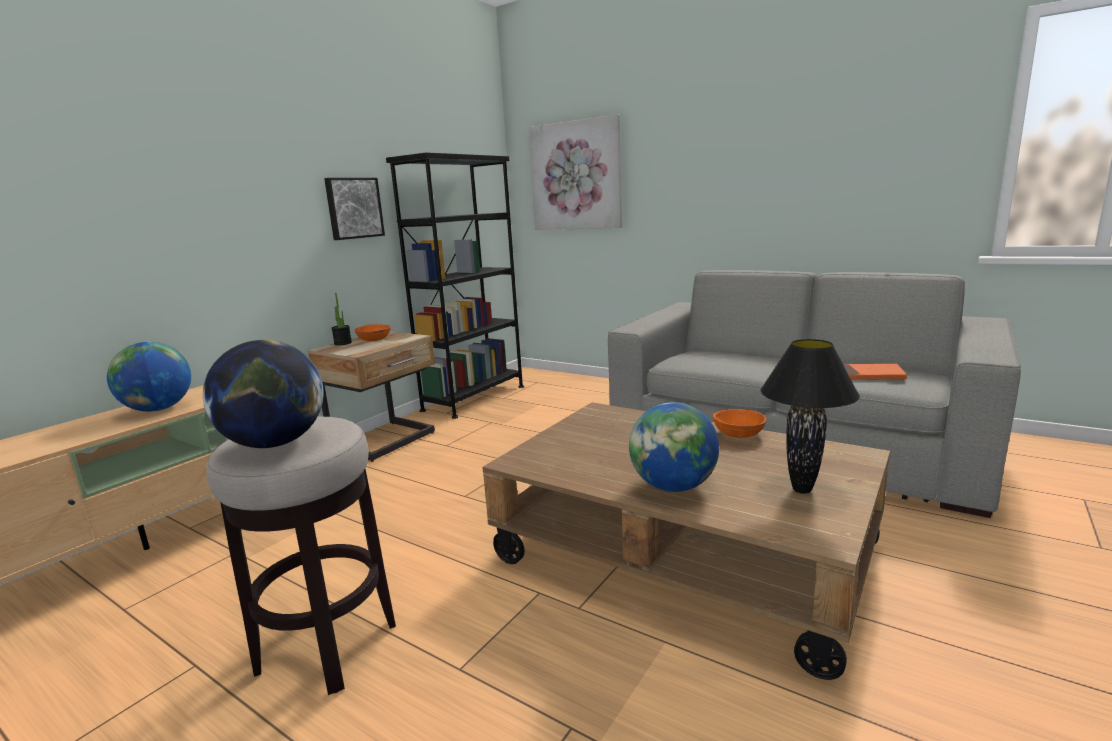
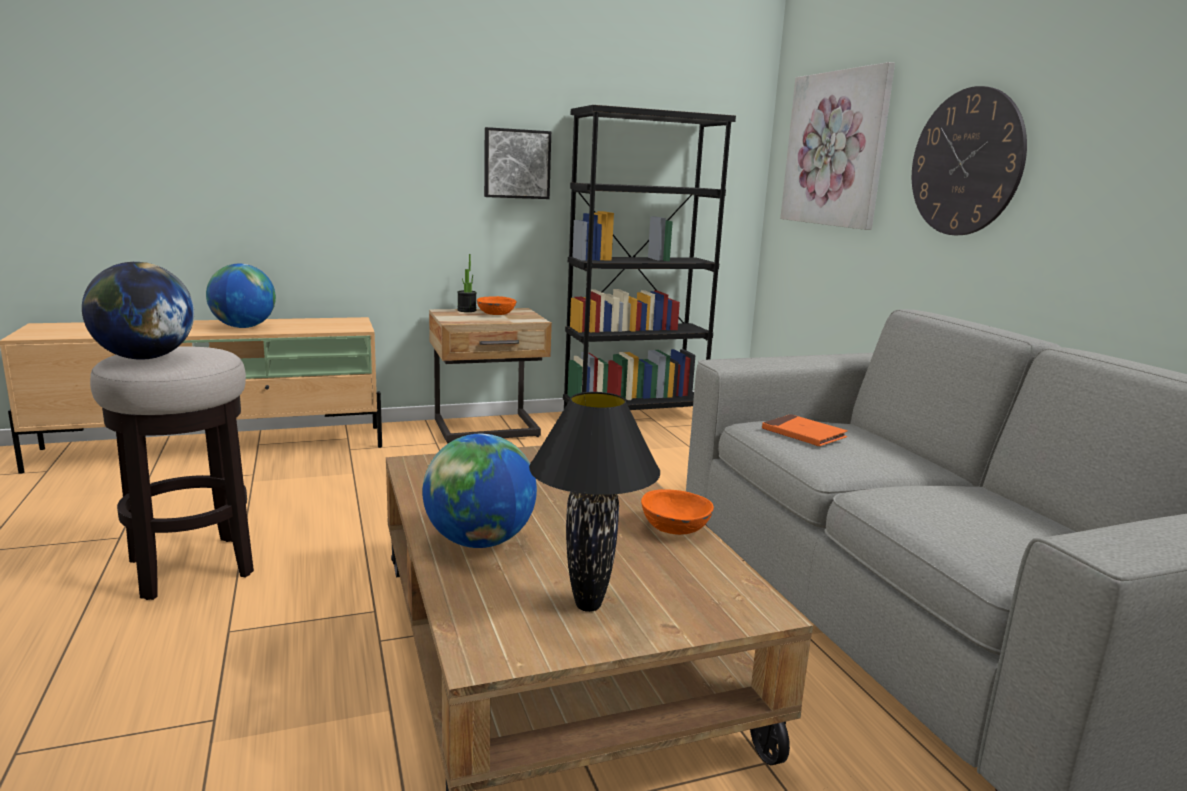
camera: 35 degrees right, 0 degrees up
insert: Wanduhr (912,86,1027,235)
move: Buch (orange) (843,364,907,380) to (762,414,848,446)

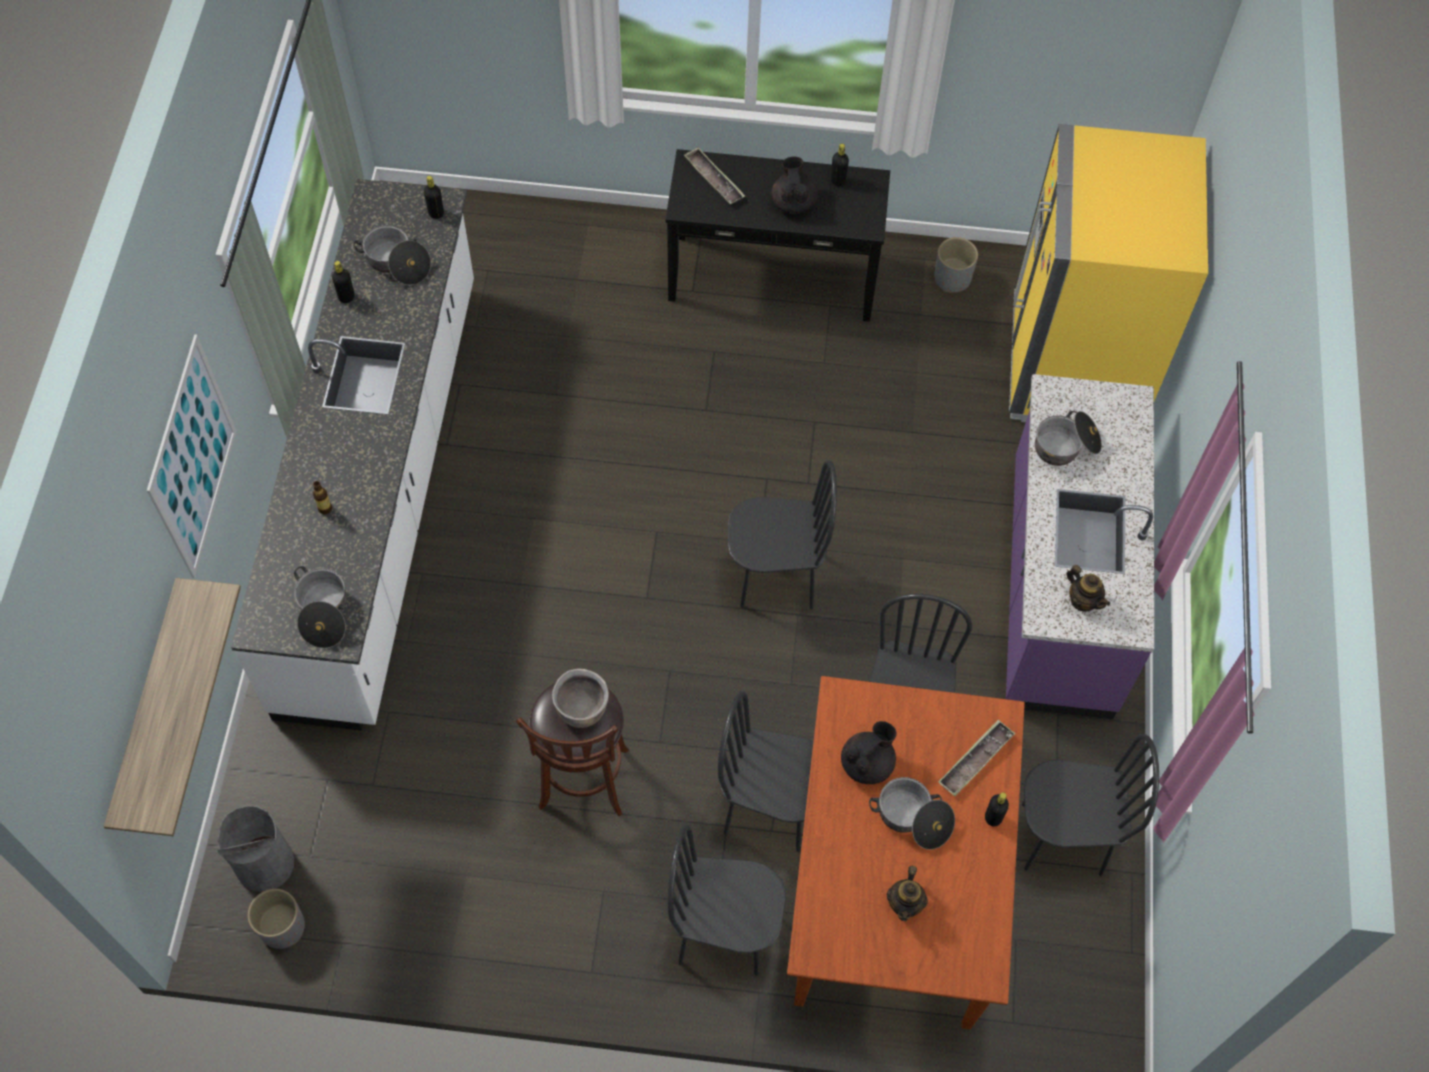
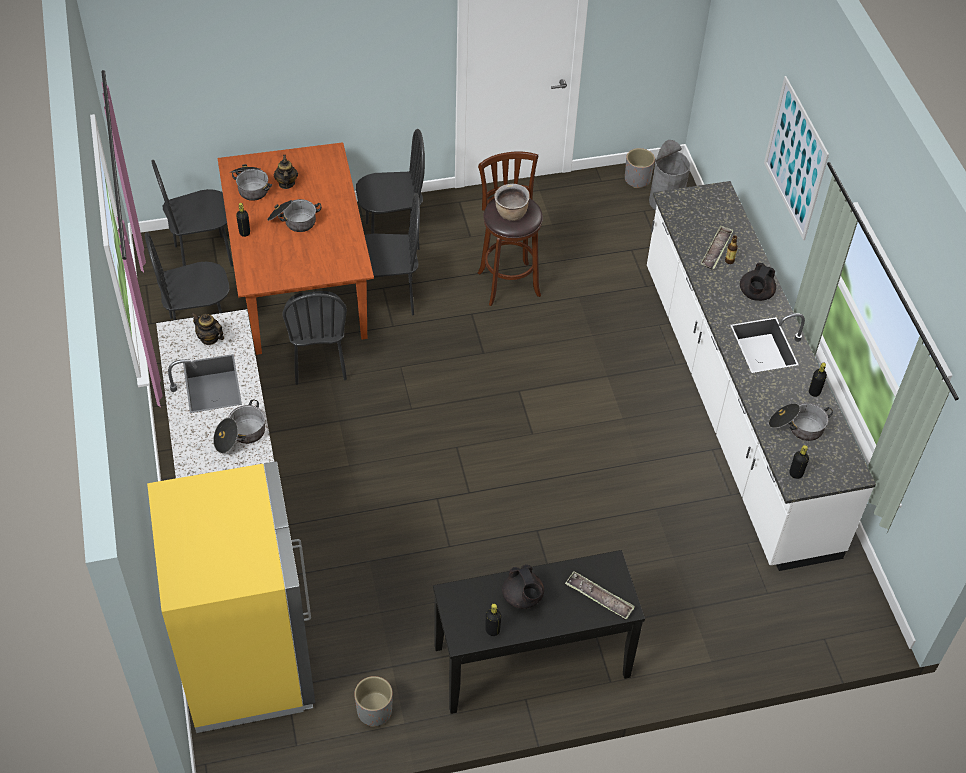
camera: 160 degrees right, 10 degrees down
delete: Wandregal (104,578,241,836)
move: Kochtopf (294,566,347,648) to (230,164,272,201); Stuhl (schwarz) (728,459,837,610) to (151,160,233,267); Teekanne (schwarz) (841,721,897,784) to (740,263,776,301); Tablett (938,720,1015,796) to (701,225,733,270)

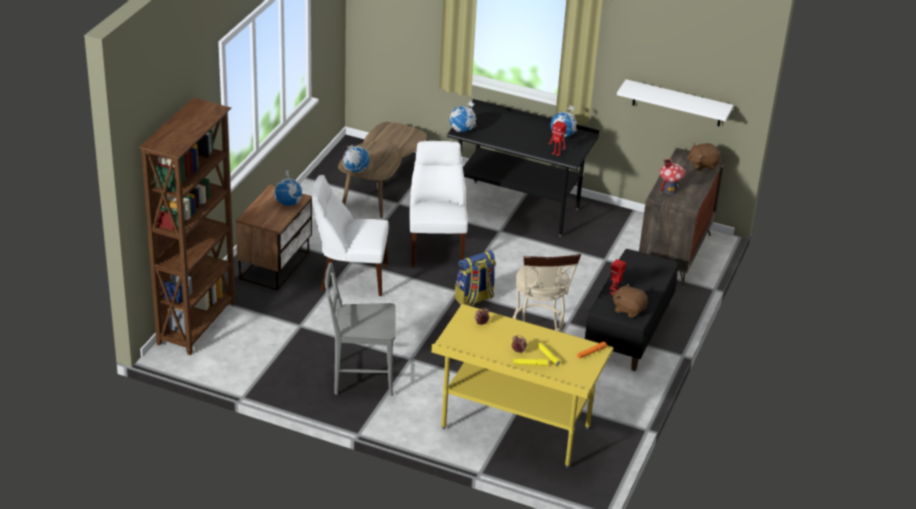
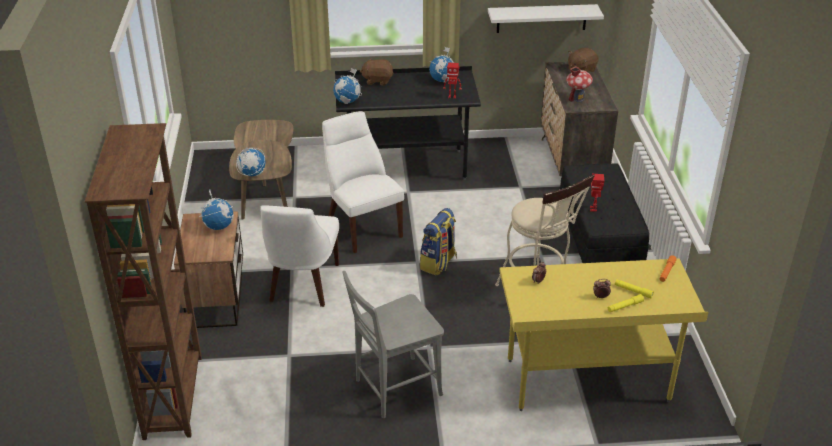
camera: 25 degrees left, 0 degrees up
move: Plüschtier (braun) (612,283,648,318) to (360,58,394,86)
rotate: Stuhl (weiß) (312,175,389,296) = (261,205,339,307) 60 degrees counterclockwise

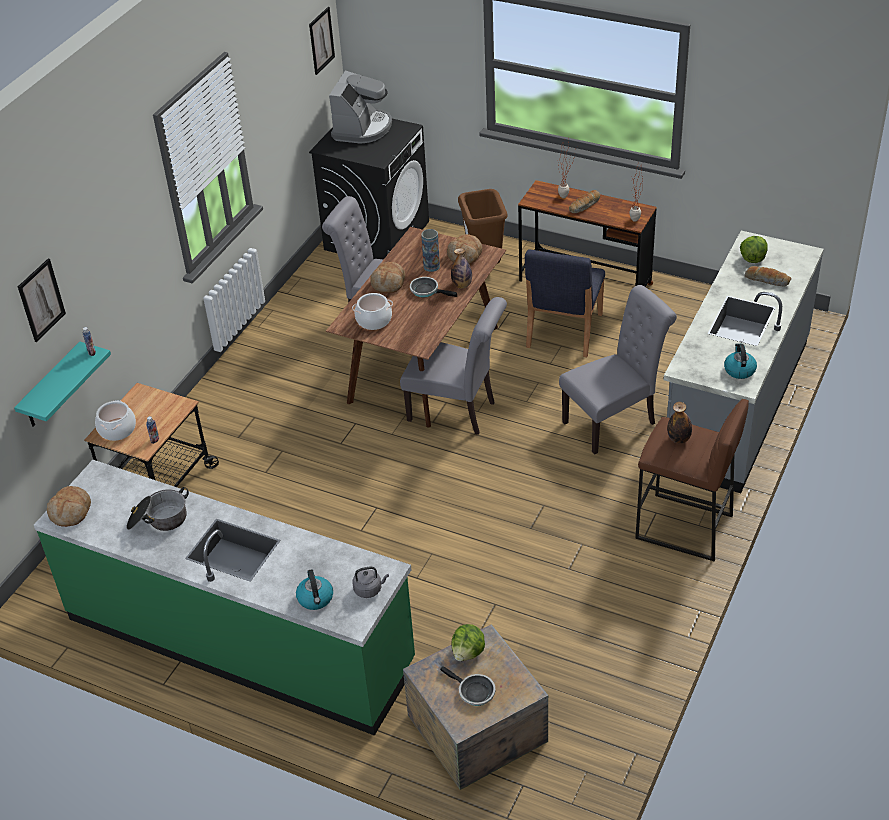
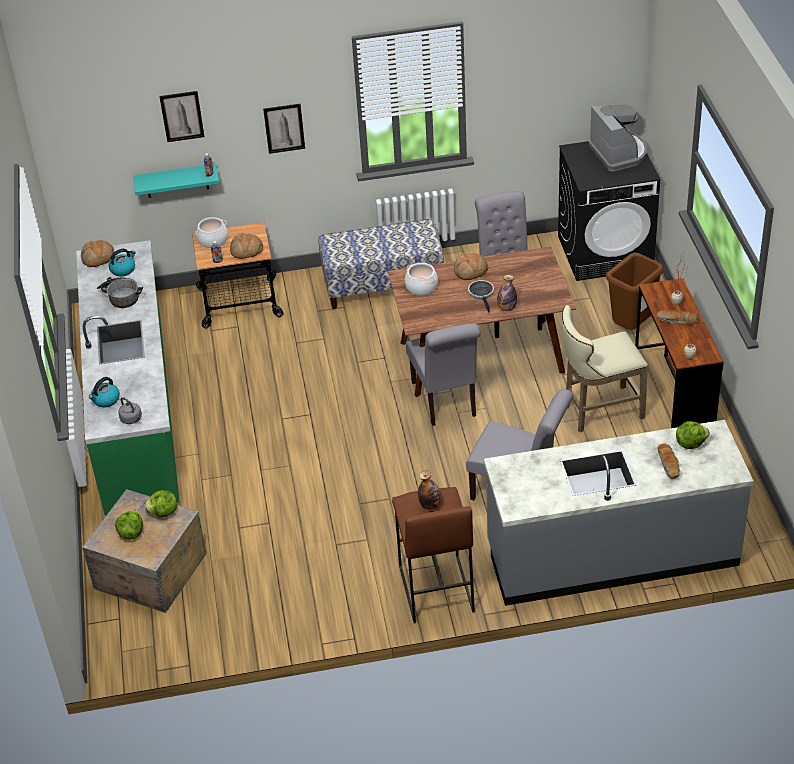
camera: 55 degrees right, 0 degrees up
delete: Vase (421,229,440,272)
insert: Bank (318,219,444,309)
move: Bild (309,7,335,75) to (263,104,305,154); Brot (447,234,482,264) to (230,233,263,259); Wasserkessel (724,343,757,379) to (109,249,136,277)
replace: Pfanne (440,666,495,706) to Salatkopf (115,510,143,540); Stuhl (blau) (525,249,605,357) to Hocker (beige) (561,305,648,433)
rotate: Kaffeemaschine (329,71,392,144) = (589,105,647,172) 90 degrees counterclockwise

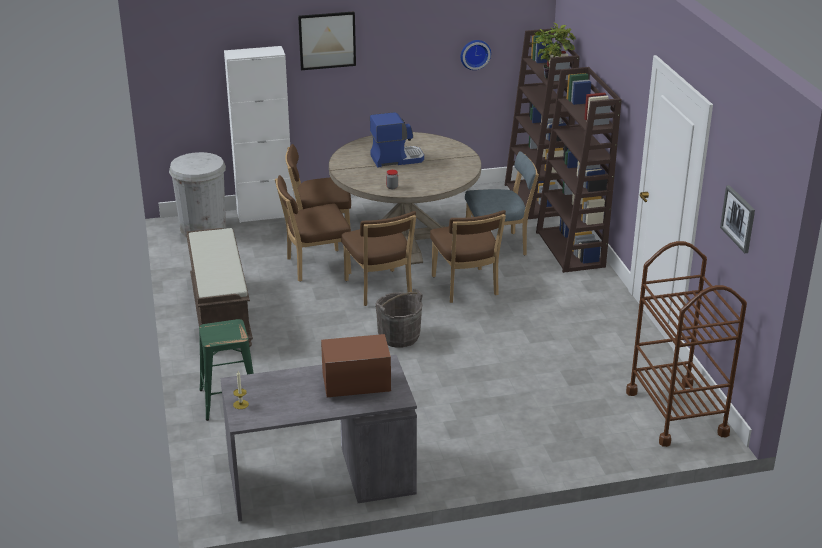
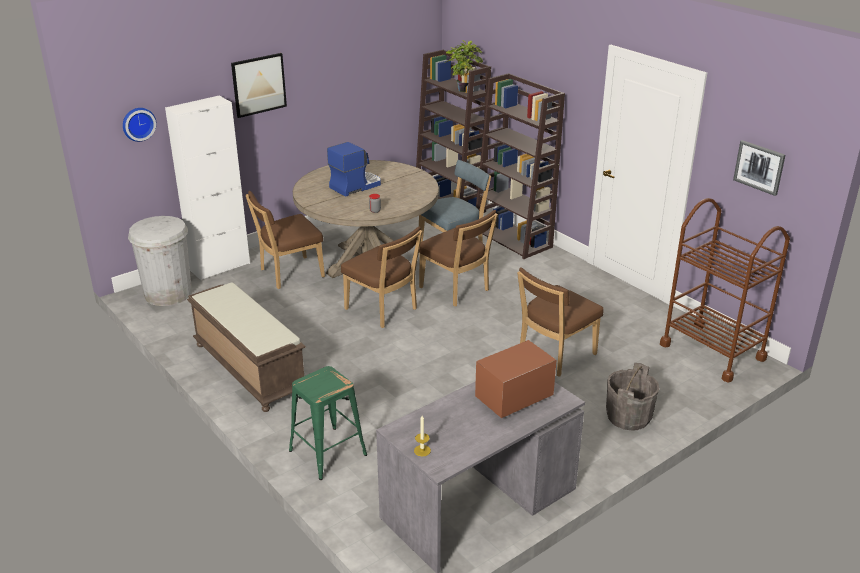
camera: 25 degrees left, 0 degrees up
move: Stuhl (braun) (275,175,351,282) to (517,267,604,377); Eimer (grau) (376,289,423,347) to (606,363,659,431); Wanduhr (461,40,491,70) to (123,108,157,142)

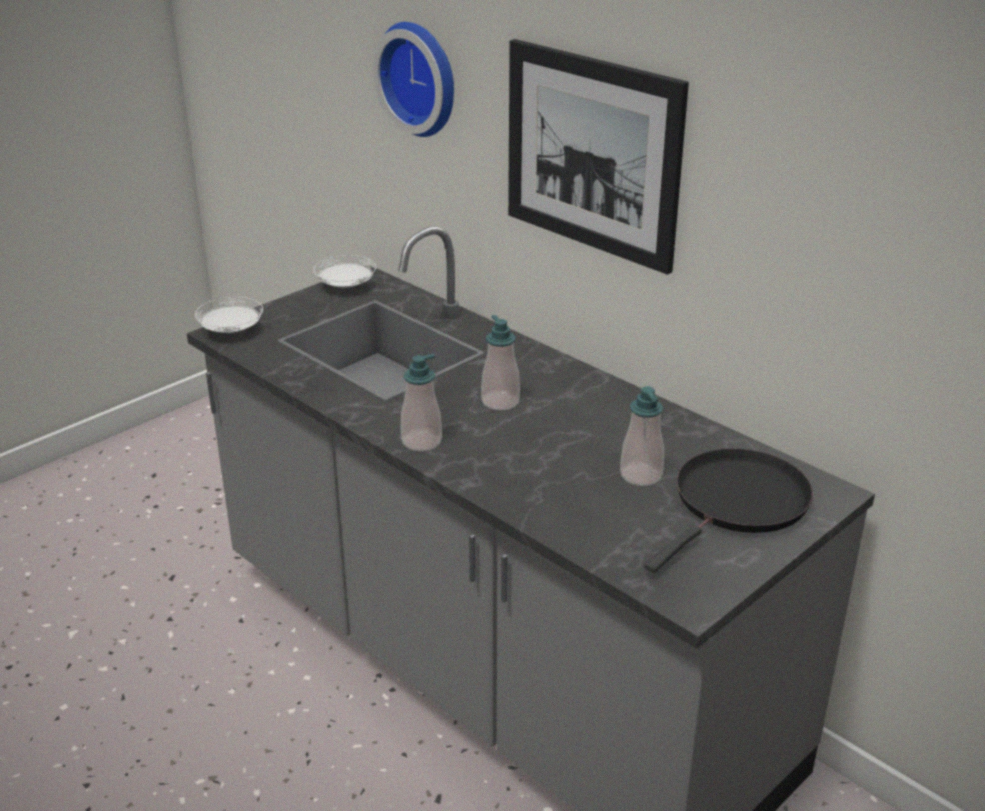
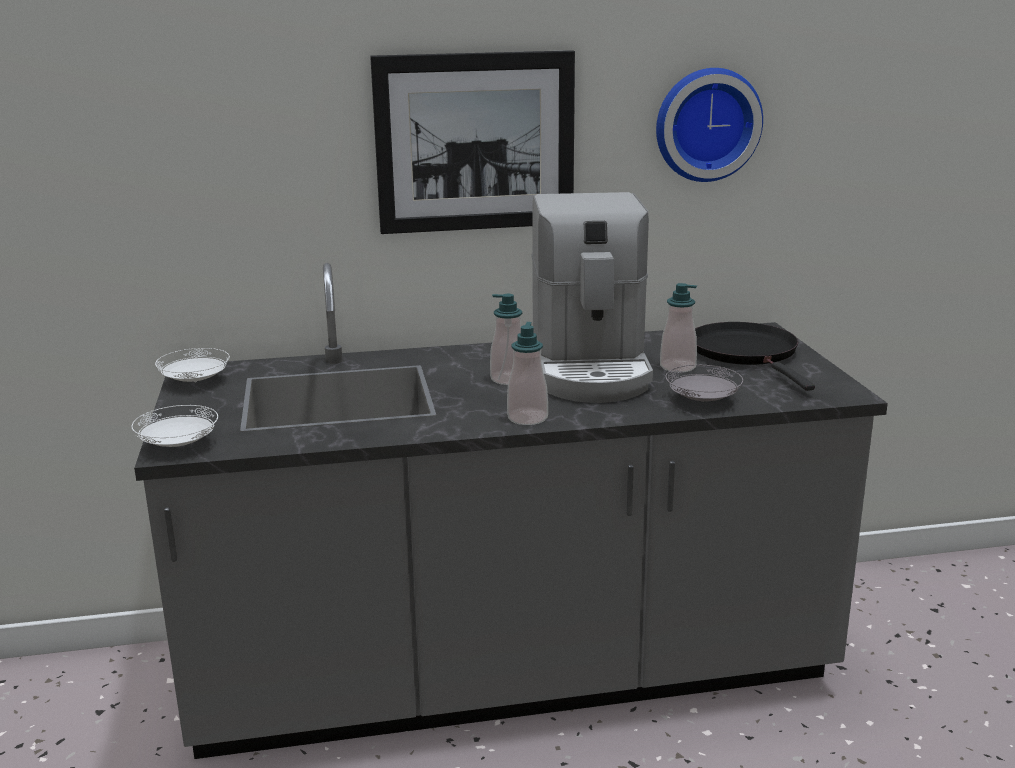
camera: 55 degrees left, 10 degrees down
insert: Kaffeemaschine (531,192,653,403); Teller (grau) (666,365,743,402)
move: Wanduhr (373,22,454,137) to (656,68,763,182)

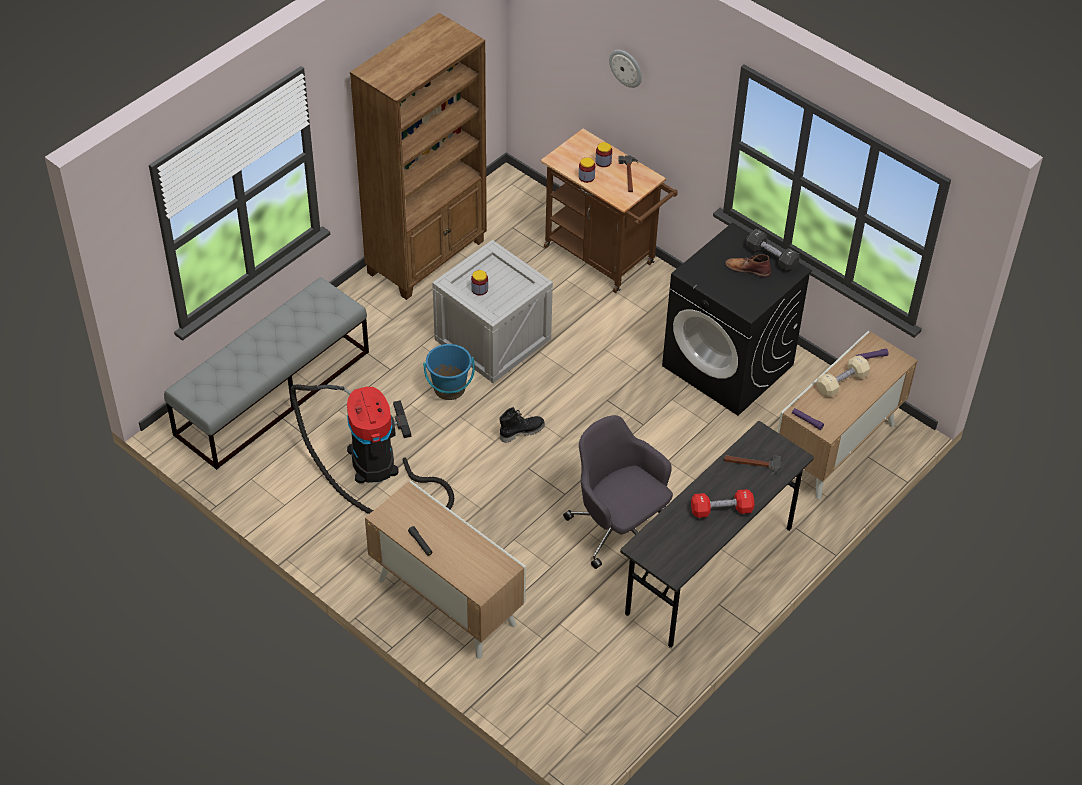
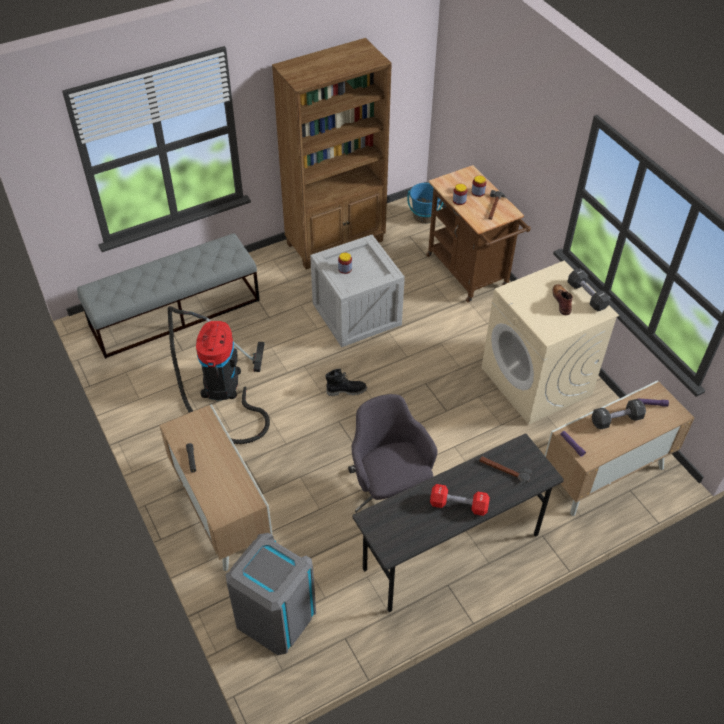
camera: 20 degrees right, 0 degrees up
delete: Wanduhr (609,50,642,88)
insert: Mülleimer (grau) (226,533,316,655)
move: Eimer (blau) (423,344,475,400) to (407,183,443,224)
recolor: Waschmaschine (schwarz) (662,222,812,416) to Waschmaschine (beige) (481,261,619,425); Hantel (beige) (817,355,870,397) to Hantel (schwarz) (592,399,646,429)
rotate: Stiefel (braun) (725,254,771,278) = (553,284,573,315) 45 degrees clockwise

